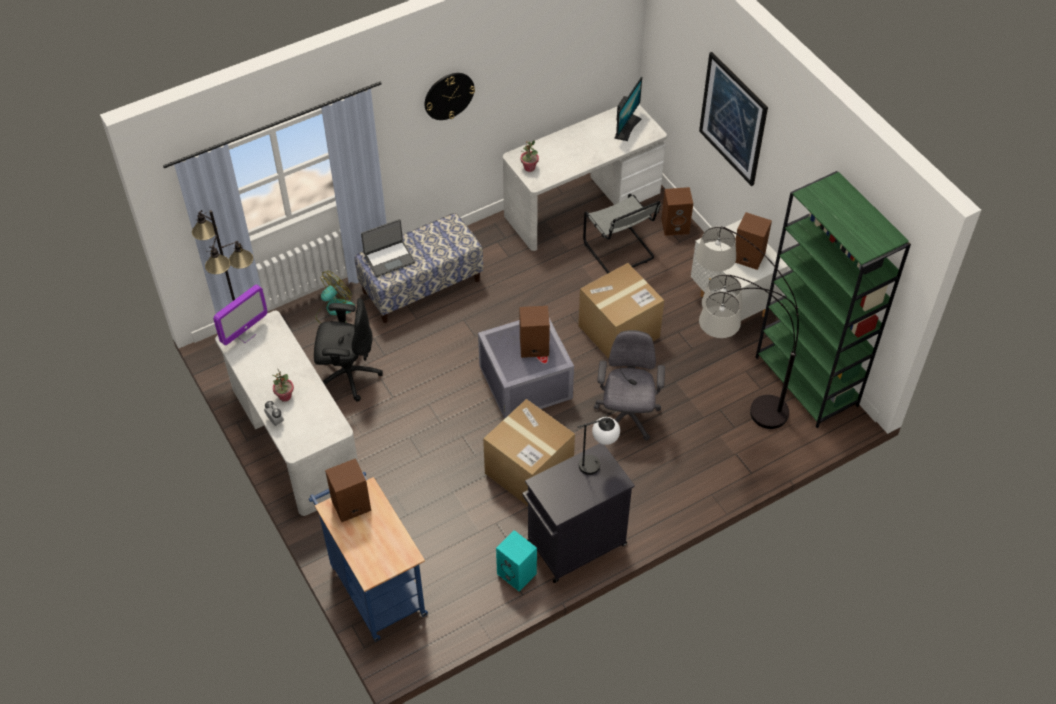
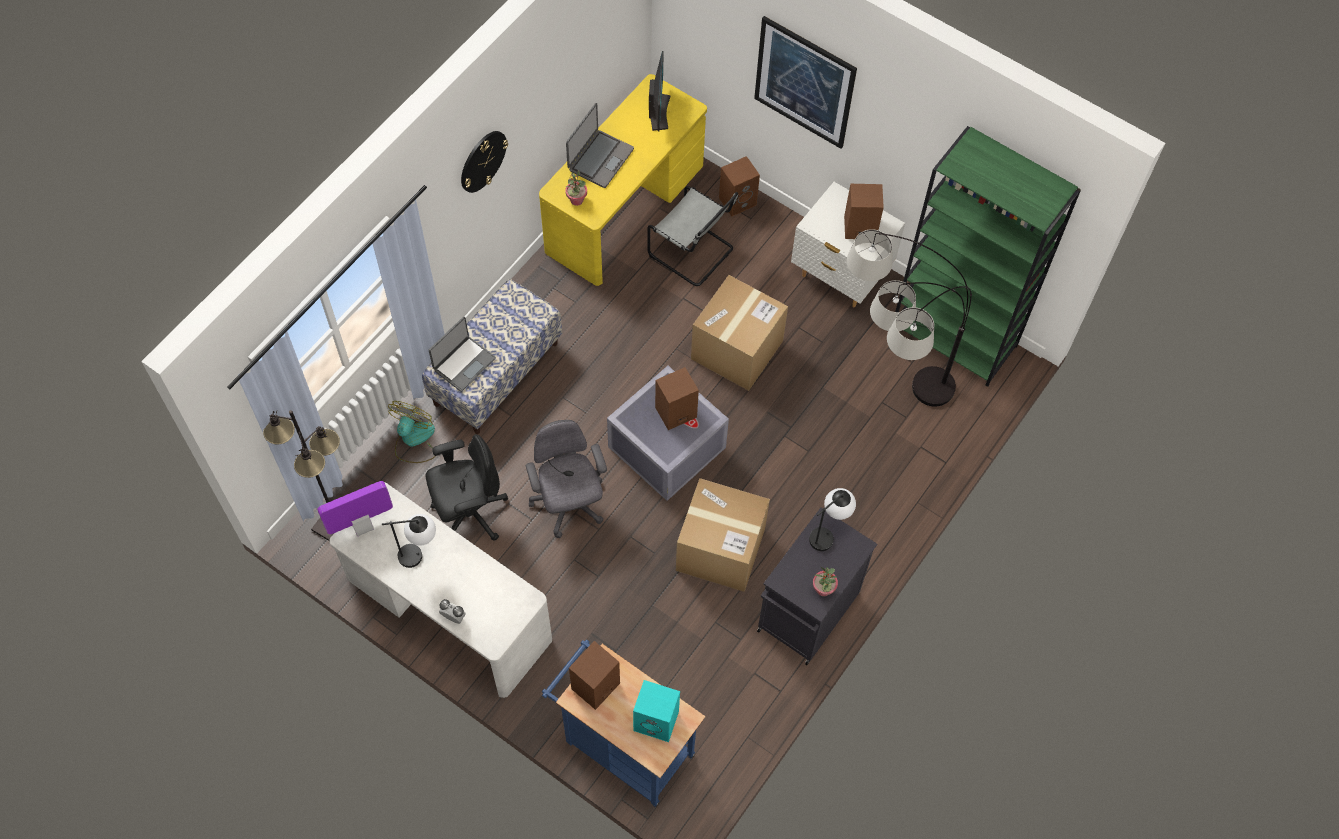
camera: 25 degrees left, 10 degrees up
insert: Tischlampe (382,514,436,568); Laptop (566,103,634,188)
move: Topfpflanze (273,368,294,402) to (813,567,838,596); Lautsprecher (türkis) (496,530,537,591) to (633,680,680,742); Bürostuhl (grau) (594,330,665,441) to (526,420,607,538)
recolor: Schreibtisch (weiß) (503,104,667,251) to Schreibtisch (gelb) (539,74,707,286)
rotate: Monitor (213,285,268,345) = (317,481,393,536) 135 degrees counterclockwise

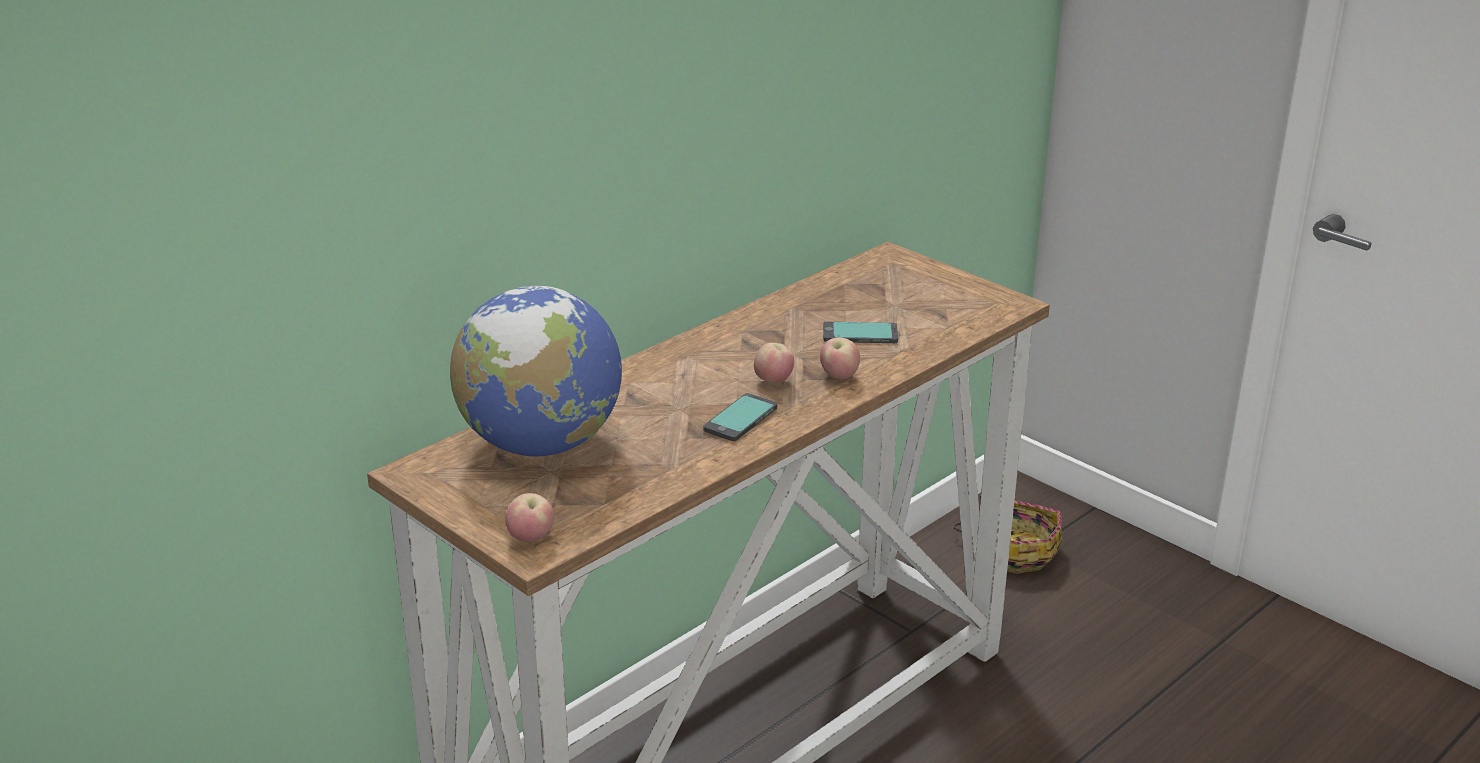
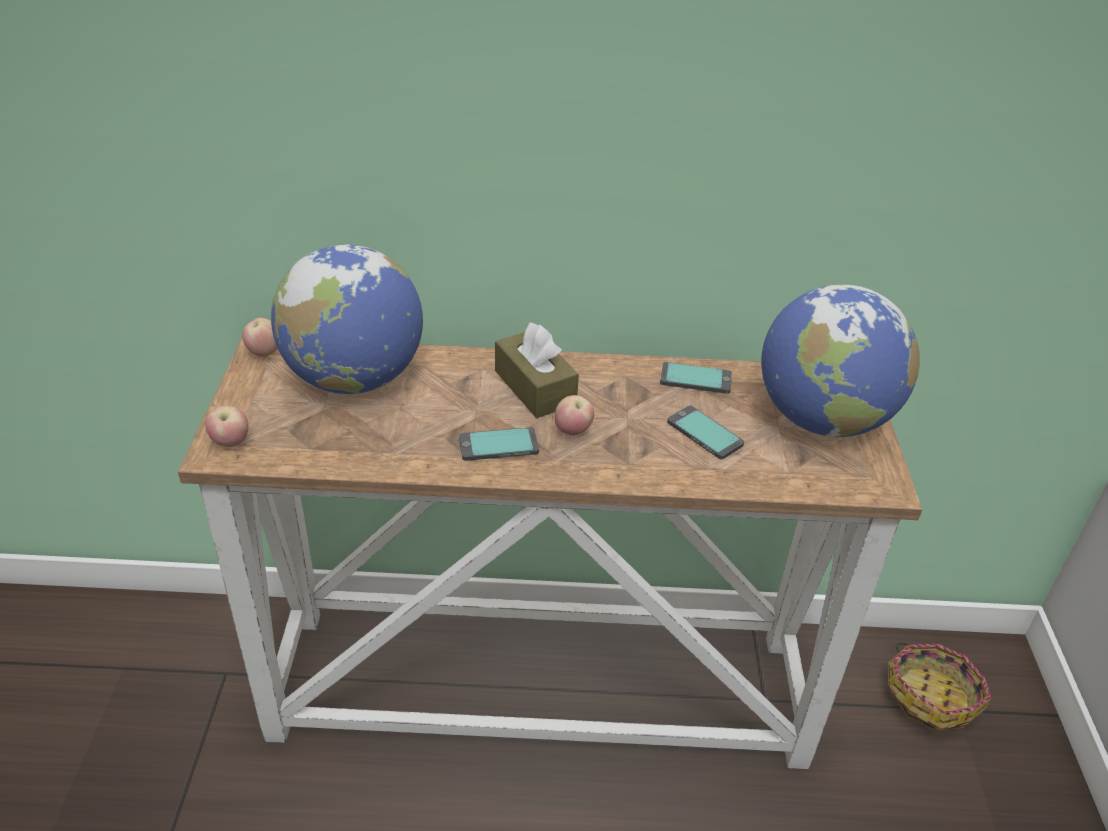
camera: 45 degrees right, 10 degrees up
insert: Taschentuchbox (braun) (495,323,579,418); Handy (660,362,732,394); Globus (761,284,920,437)
move: Apfel (820,337,860,380) to (242,318,277,357)

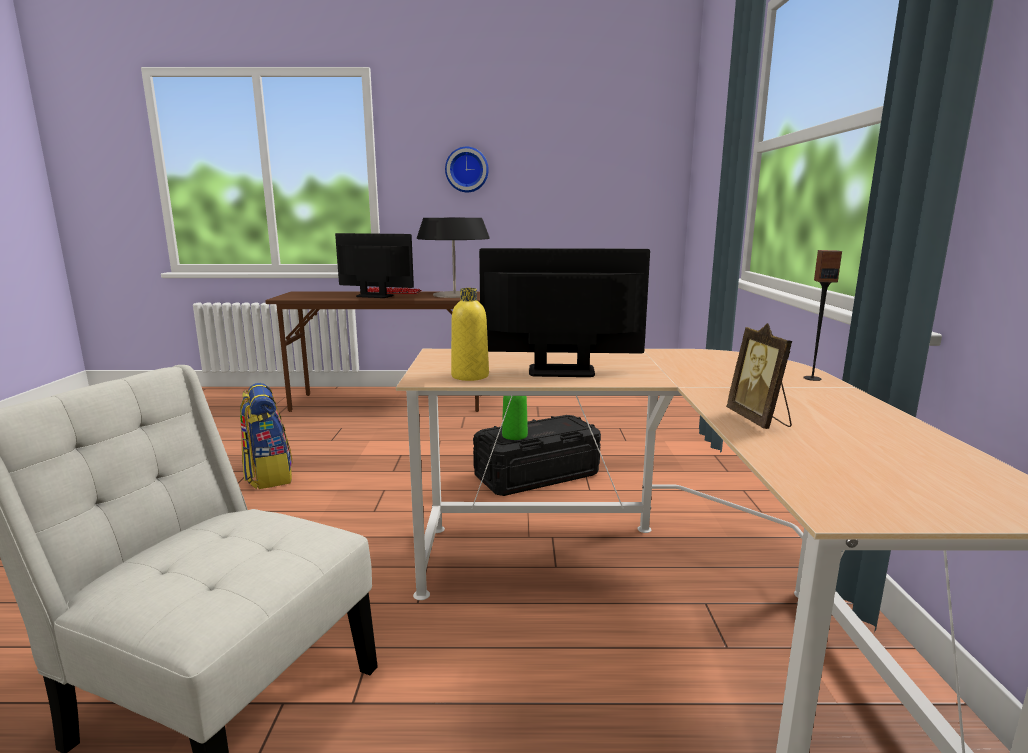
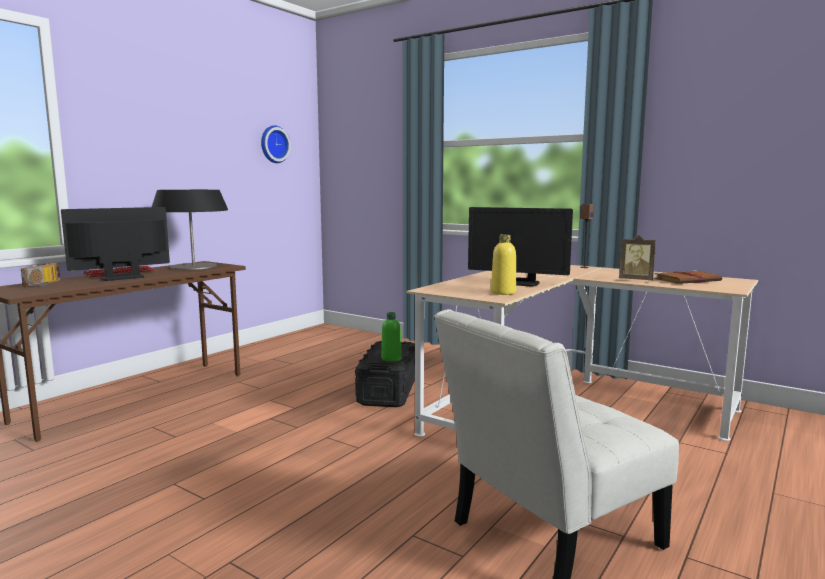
camera: 55 degrees left, 5 degrees down
delete: Rucksack (240,383,293,489)
insert: Radio (21,263,60,287); Buch (braun) (654,270,723,284)
move: Wanduhr (445,147,489,192) to (261,125,291,163)
rotate: Monitor (479,248,650,377) = (468,207,573,287) 105 degrees counterclockwise

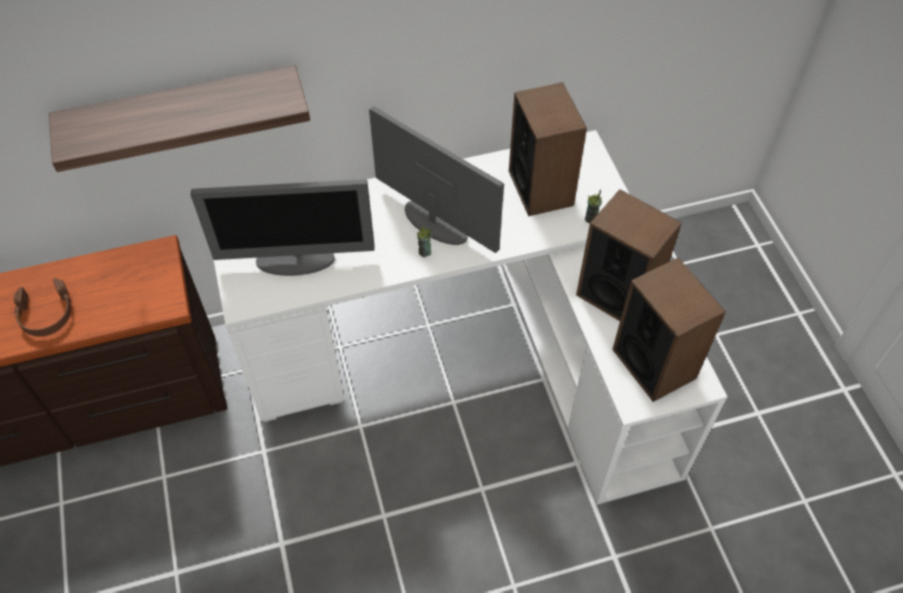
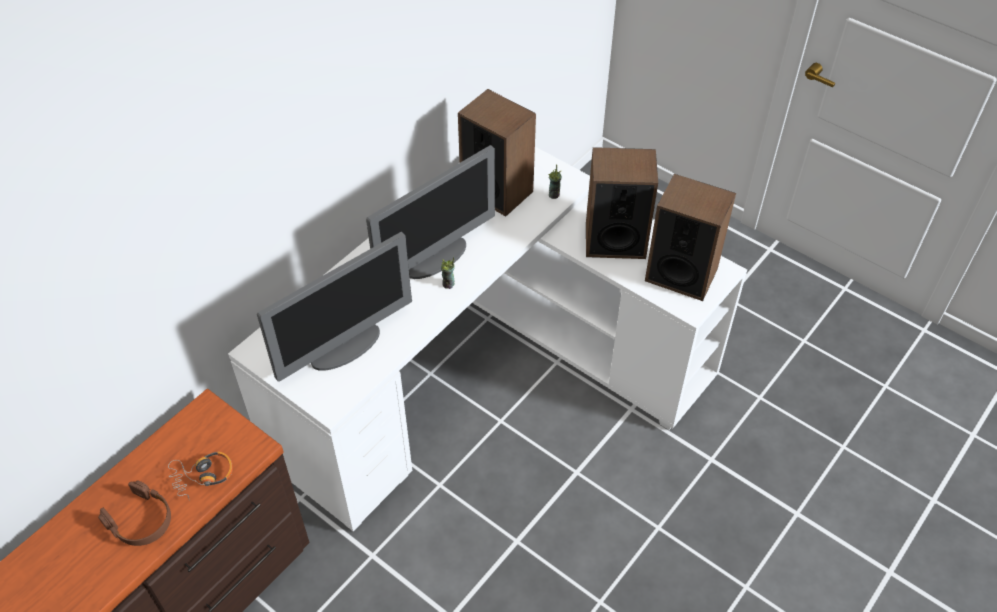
camera: 35 degrees left, 5 degrees down
delete: Wandregal (49,65,310,172)
insert: Kopfhörer (168,452,233,501)
rotate: Monitor (369,106,504,253) = (366,145,495,279) 135 degrees clockwise

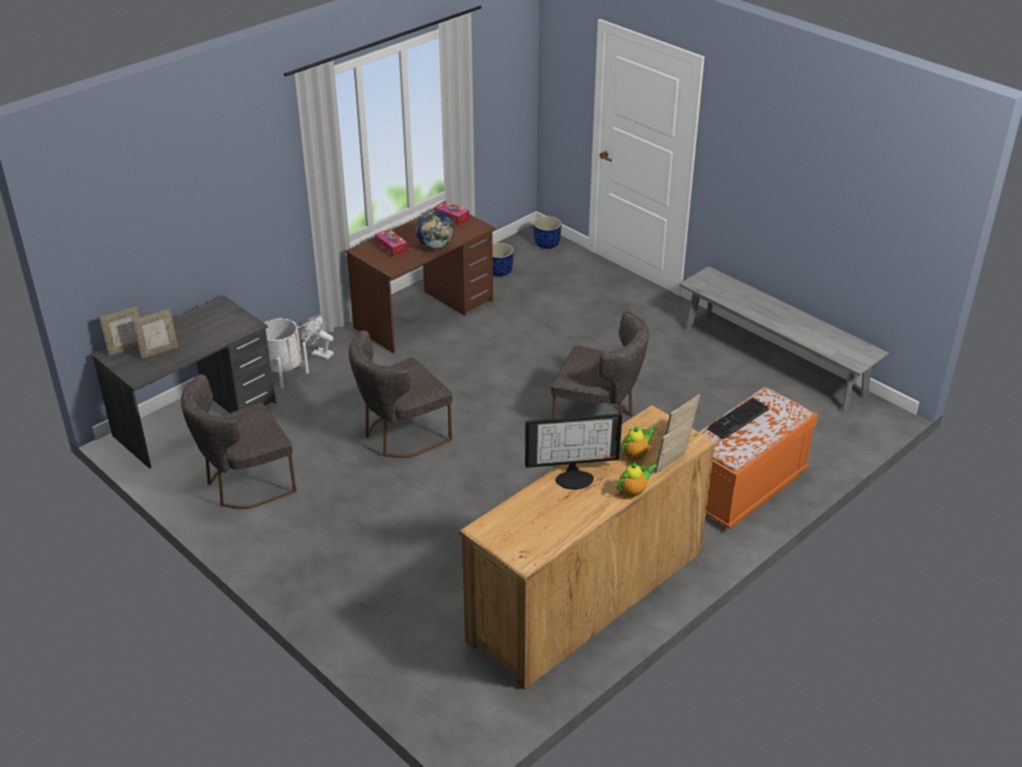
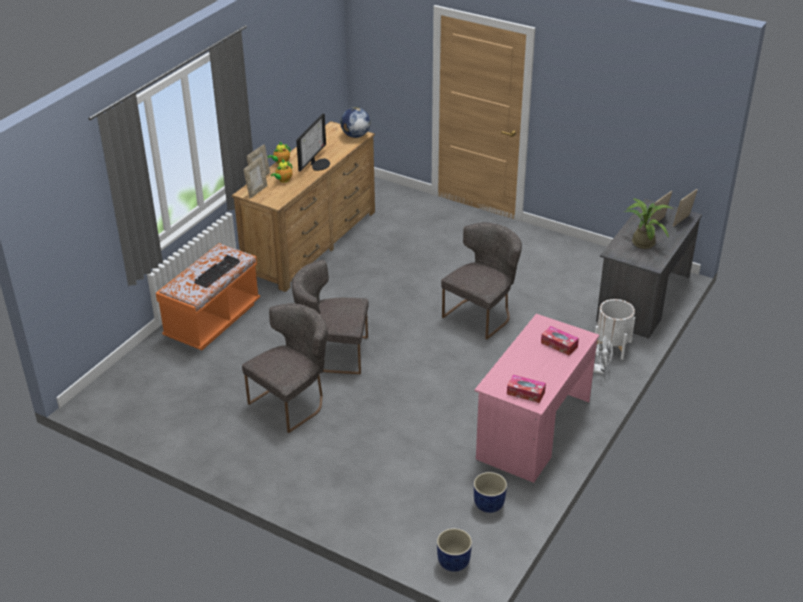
camera: 165 degrees right, 0 degrees up
delete: Bank (grau) (679,266,889,413)
insert: Topfpflanze (624,198,673,249)
move: Stuhl (grau) (181,374,296,509) to (242,303,328,433); Globus (416,211,454,249) to (340,107,371,138)
recolor: Schreibtisch (braun) (346,214,495,353) to Schreibtisch (rosa) (475,314,599,483)
rotate: Monitor (525,414,622,490) = (296,113,330,172) 135 degrees clockwise

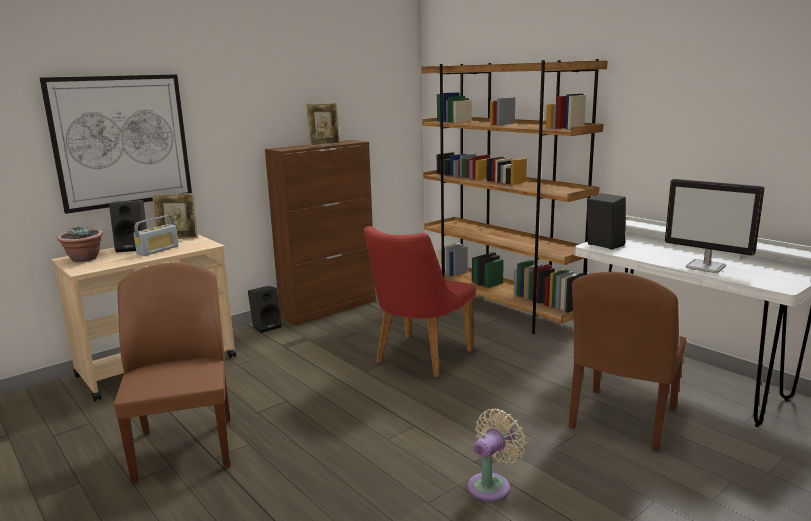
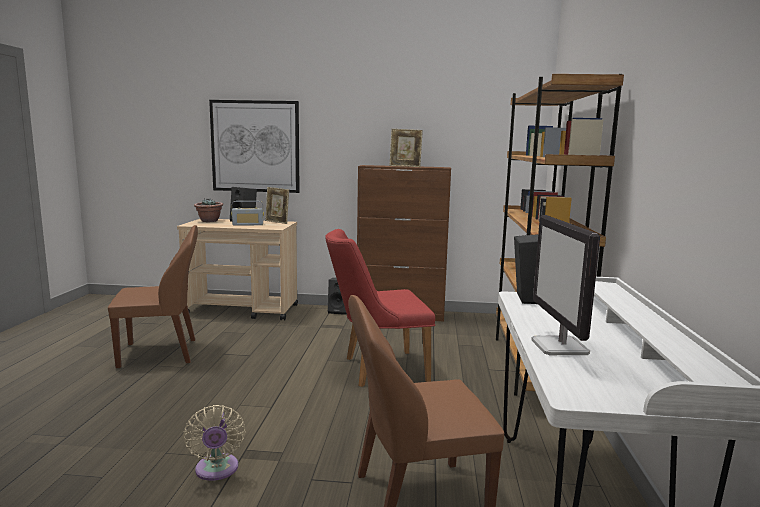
camera: 45 degrees right, 5 degrees down
rotate: Stuhl (braun) (114,263,230,483) = (108,225,198,368) 45 degrees clockwise; Ventilator (beige) (468,408,526,502) = (183,405,245,481) 75 degrees clockwise

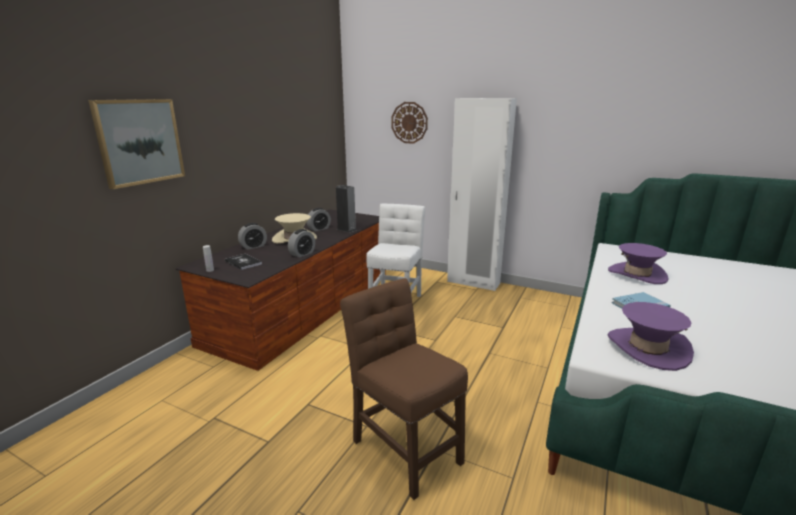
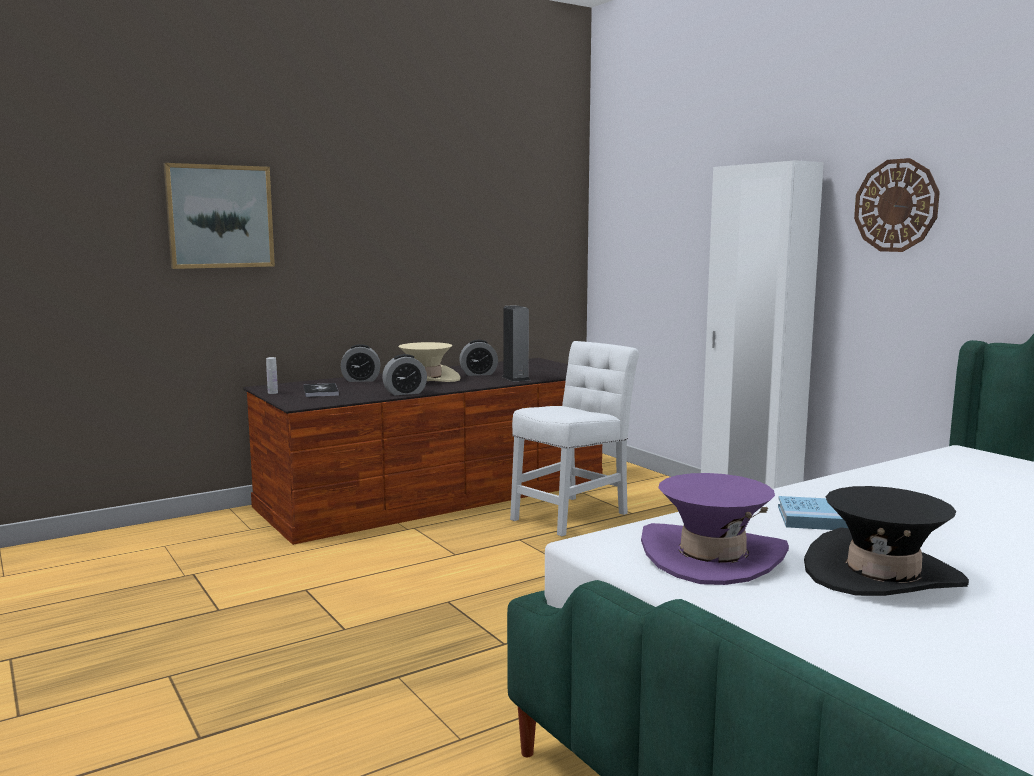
camera: 30 degrees right, 10 degrees down
delete: Stuhl (braun) (340,278,468,500); Hut (lila) (608,243,668,284)
insert: Hut (schwarz) (804,486,969,596)
move: Wanduhr (391,102,428,144) to (854,158,940,252)

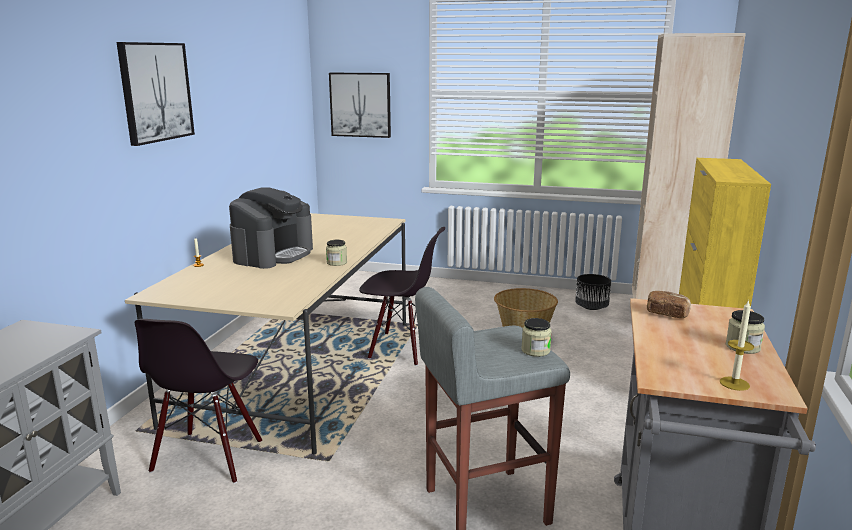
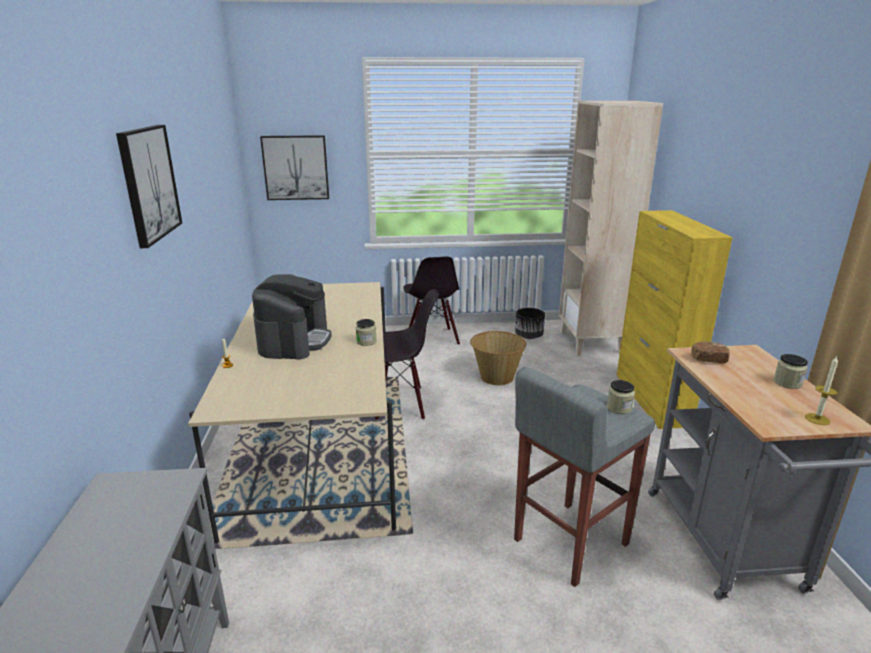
camera: 20 degrees left, 5 degrees up
move: Stuhl (schwarz) (135,319,262,484) to (403,256,460,345)

